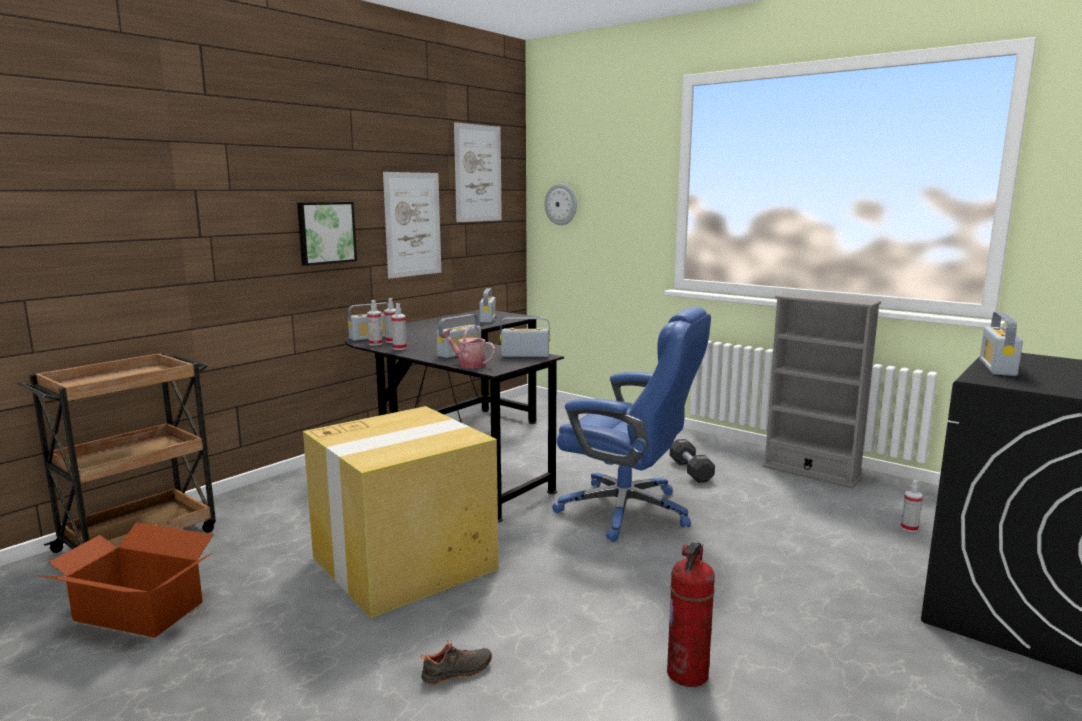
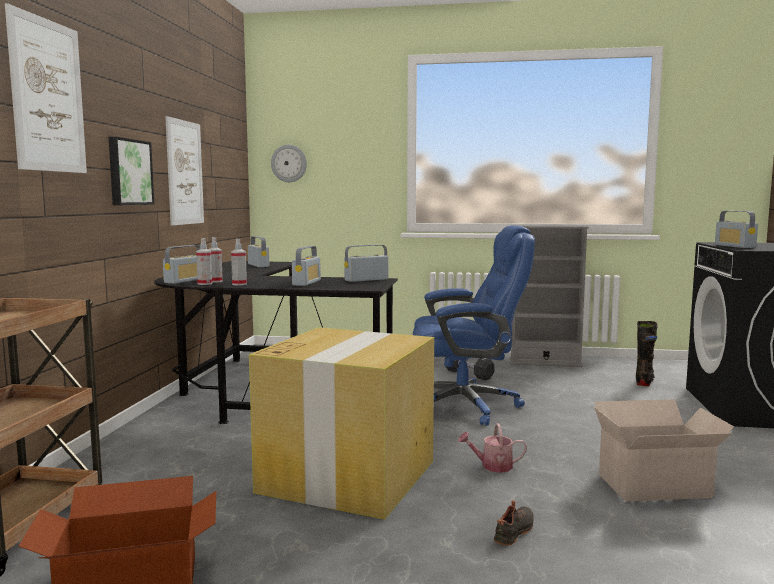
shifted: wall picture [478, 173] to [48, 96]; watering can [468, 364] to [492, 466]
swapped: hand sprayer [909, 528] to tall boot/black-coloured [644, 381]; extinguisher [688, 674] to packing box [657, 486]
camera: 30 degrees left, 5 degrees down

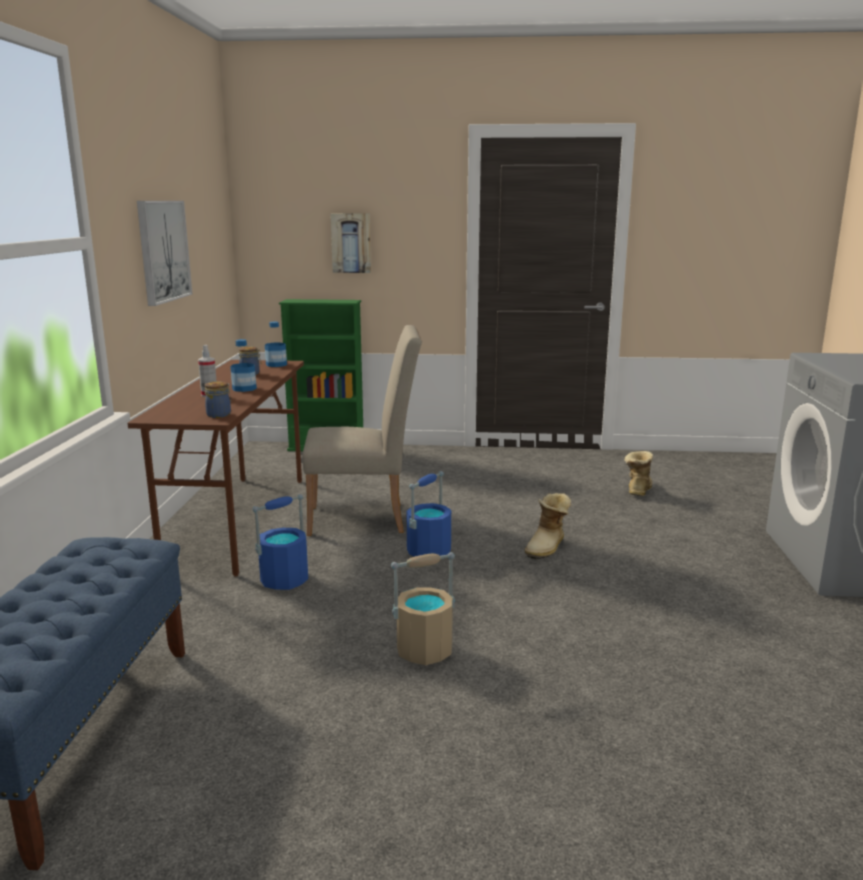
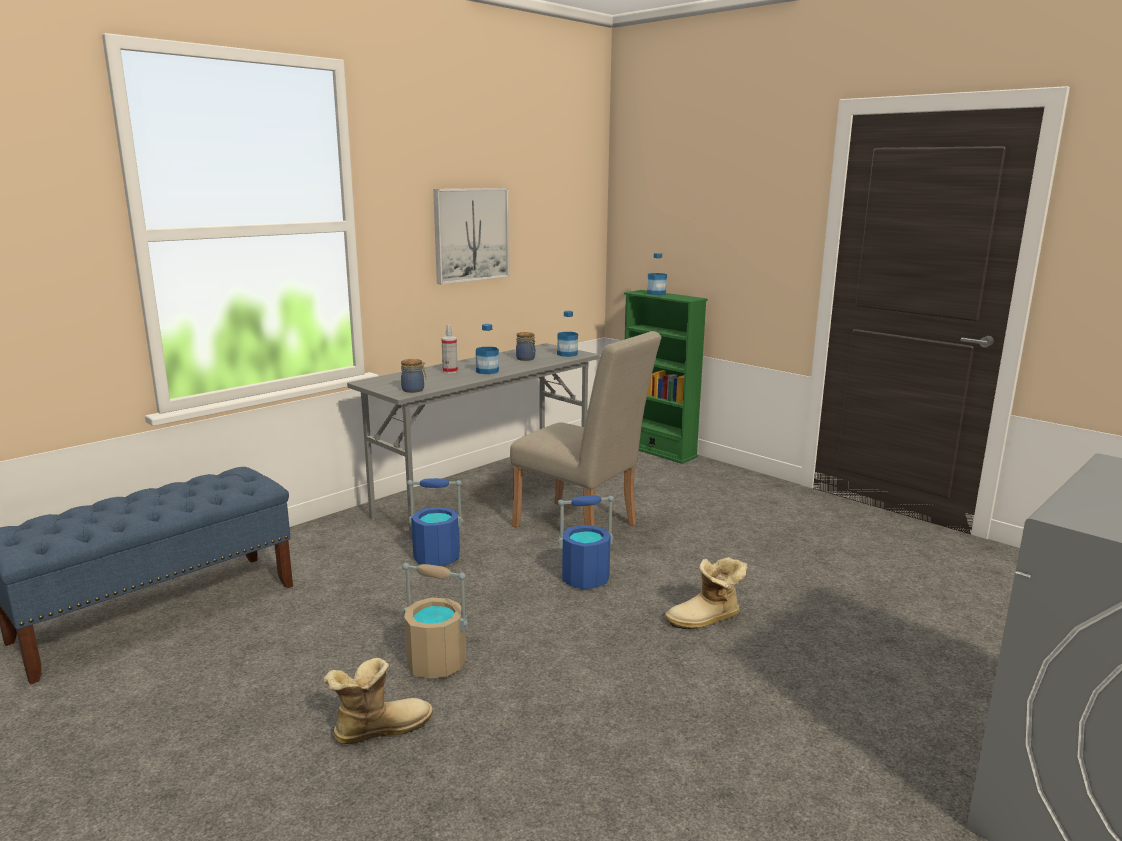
gone: wall picture [351, 243]
new: beverage bottle [656, 293]
shifted: tall boot [637, 490] to [379, 728]
repainted: desk unit/brown-coloured [239, 520] to desk unit/greyish [485, 496]
camera: 40 degrees right, 0 degrees up

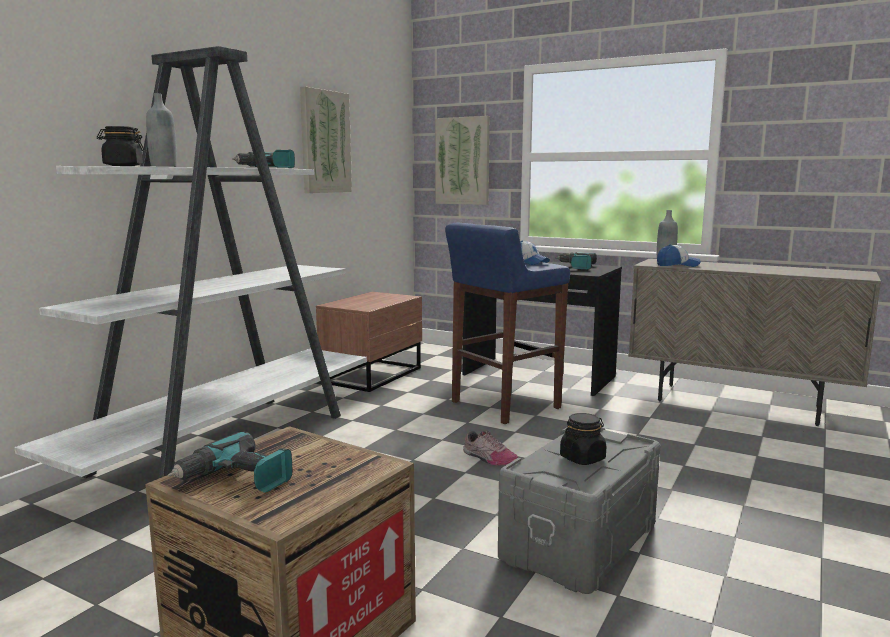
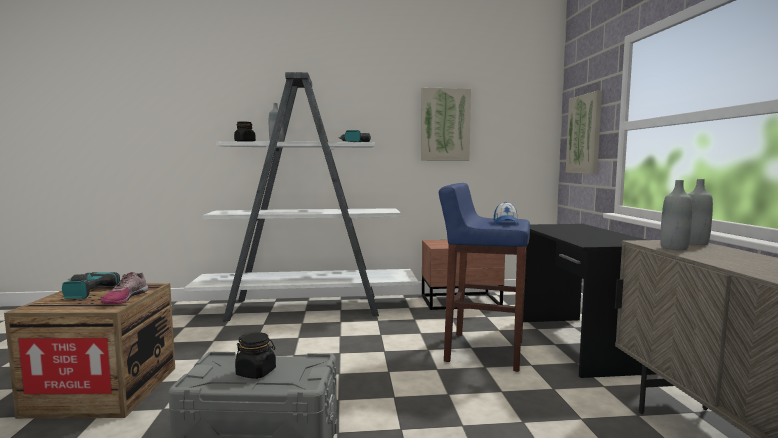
gone: electric drill [576, 266]
shifted: shoe [489, 458] to [124, 298]
swapped: baseball cap [677, 265] to beverage bottle/greyish [674, 248]
camera: 55 degrees right, 5 degrees down

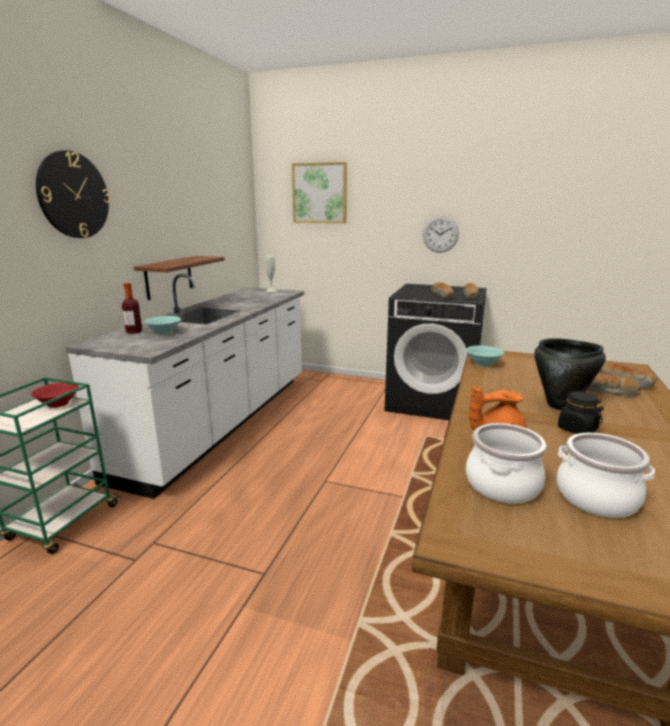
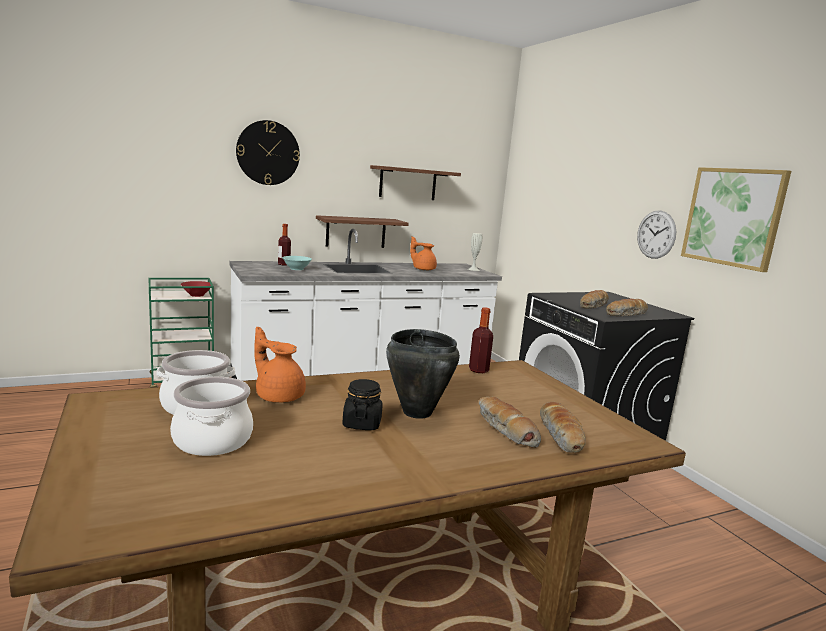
new: wall shelf [408, 183]; tea pot/orangey [423, 269]
shifted: wall picture [319, 193] to [733, 217]
swapped: deep dish/blue-green [483, 364] to beverage bottle [478, 370]
camera: 45 degrees right, 5 degrees down

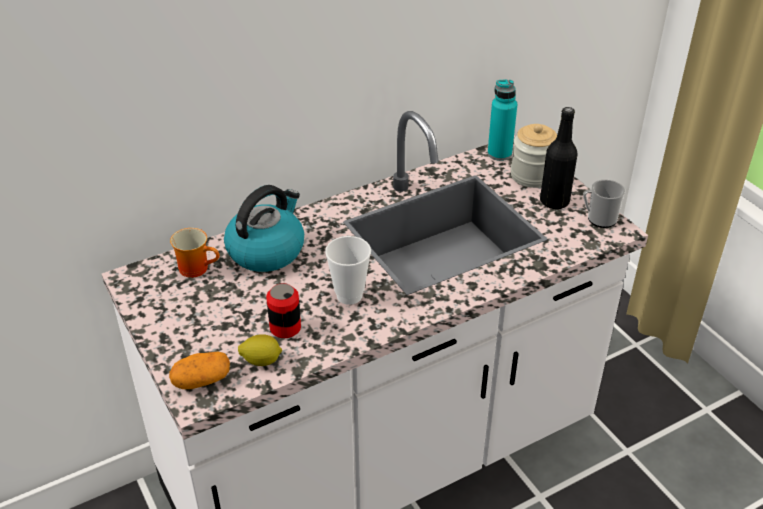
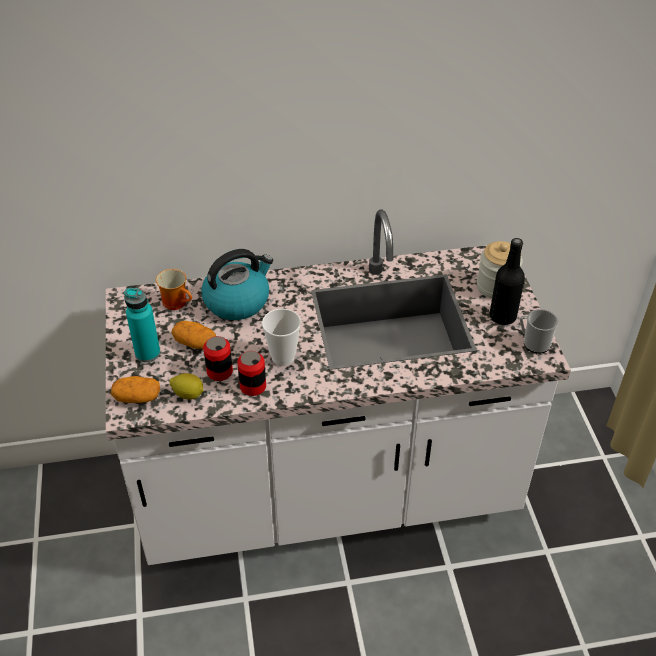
new: spud [194, 343]; sealed can [253, 386]
shifted: beverage bottle/blue-green [499, 154] to [147, 353]
camera: 20 degrees right, 5 degrees up

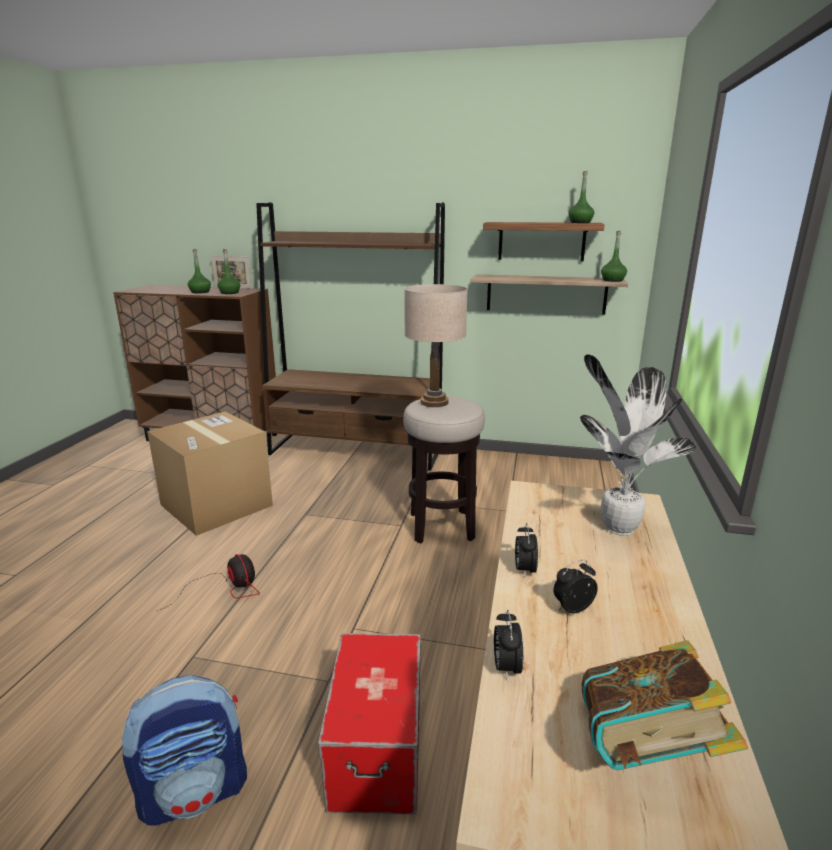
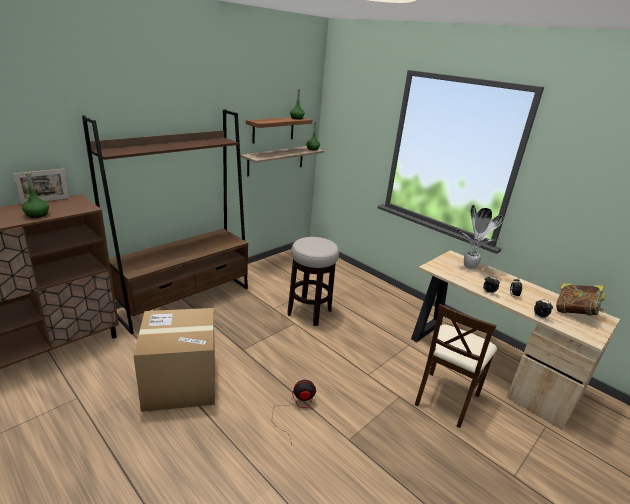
gone: beverage bottle/greenish [230, 293]; table lamp/sand-coloured [434, 402]; backpack [196, 791]
swapped: storage container [376, 748] to plain chair/sand-coloured [446, 398]
camera: 60 degrees left, 5 degrees up

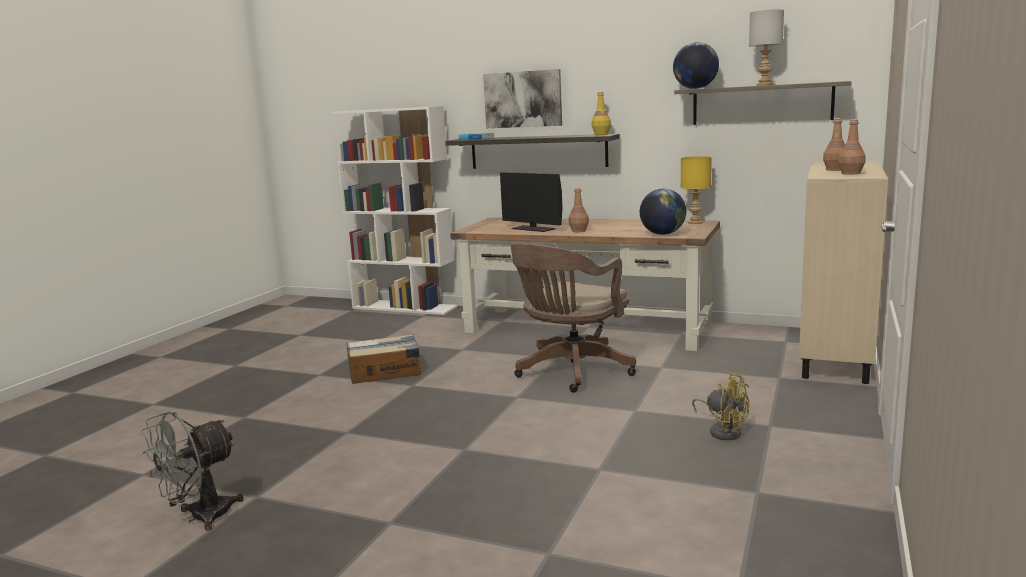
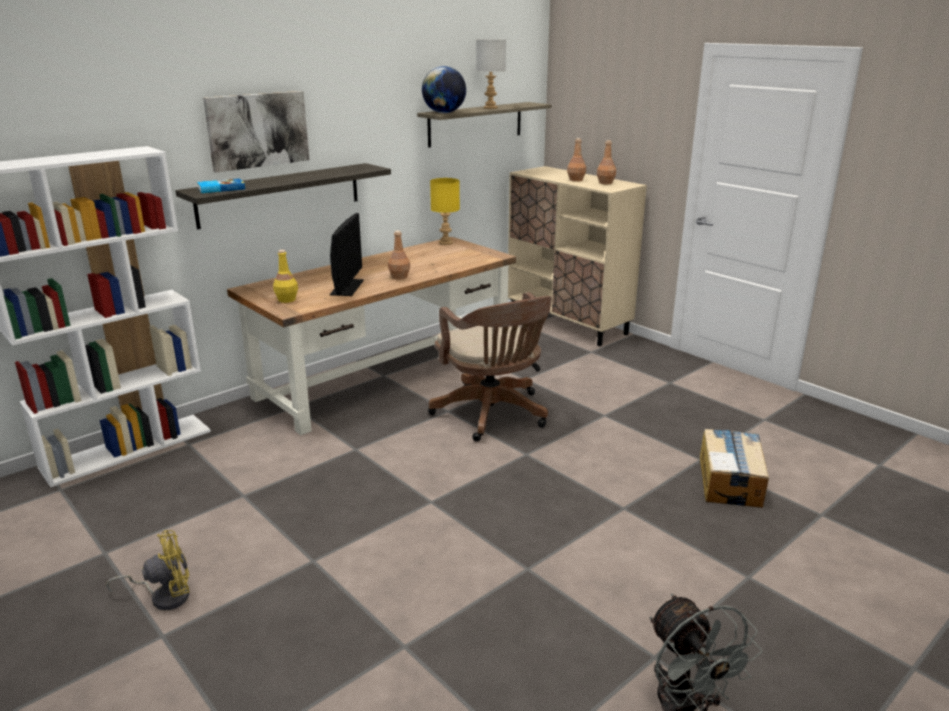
gone: desk globe [662, 234]
shifted: beverage bottle/yellow-coloured [601, 134] to [286, 300]; packing box [385, 372] to [730, 481]; cooling fan/yellow-coloured [723, 431] to [164, 596]
rotated: monitor [533, 228] = [347, 287] 60 degrees counterclockwise
camera: 65 degrees left, 10 degrees up

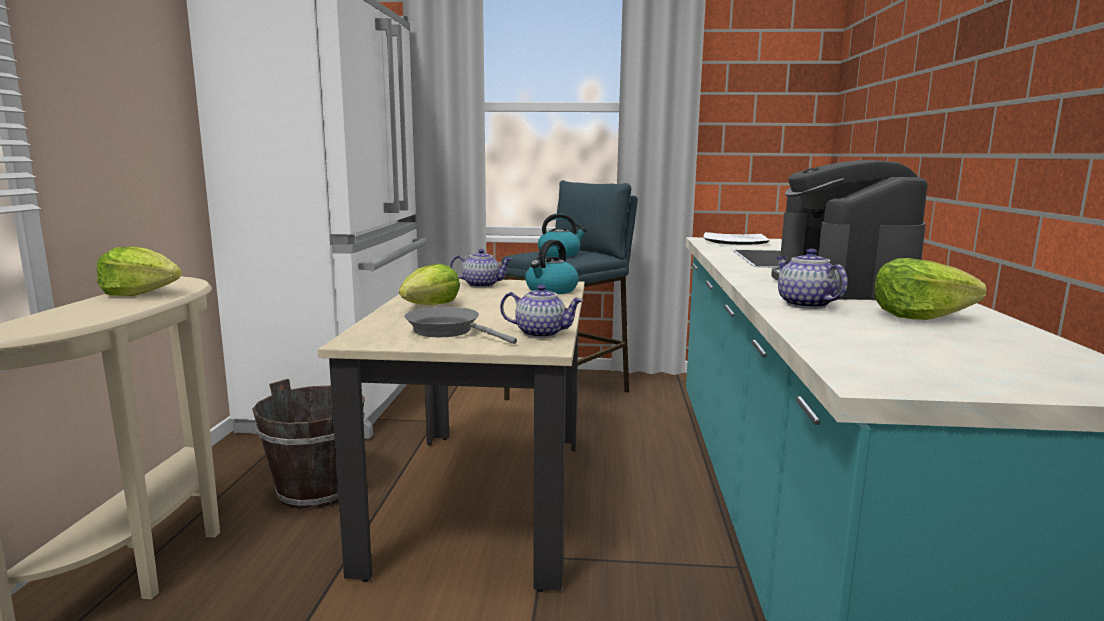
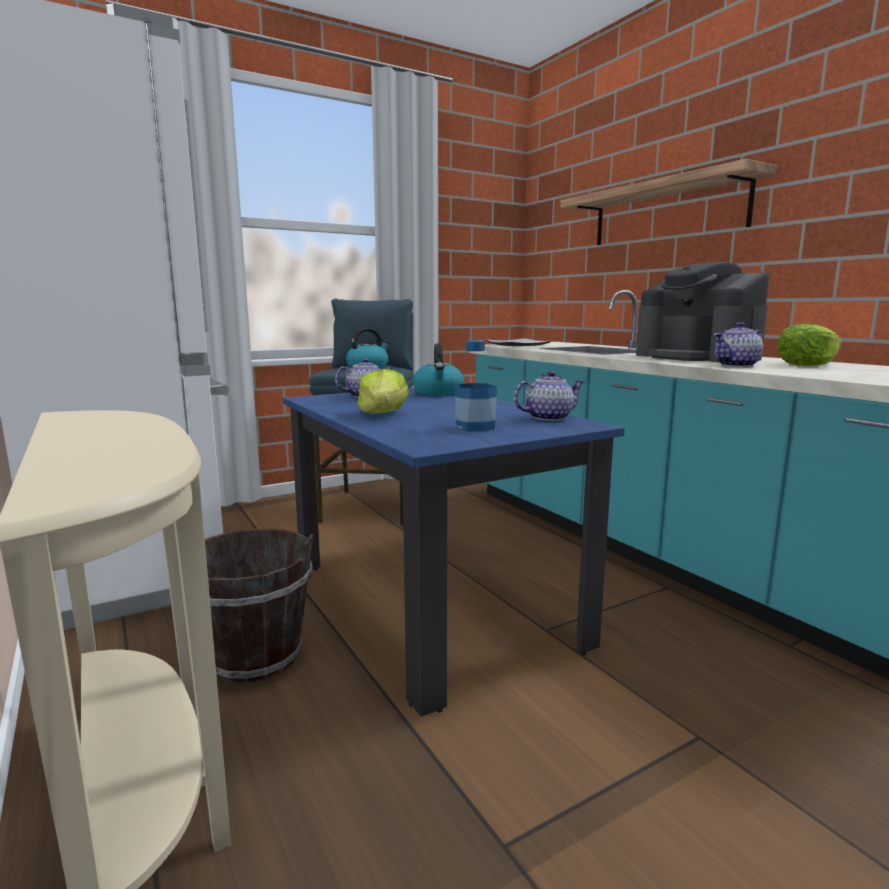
gone: lettuce head [141, 293]
new: wall shelf [666, 212]
swapped: frying pan/greyish [448, 331] to beverage bottle [475, 427]
repainted: dining table/sand-coloured [482, 499] to dining table/blue [430, 605]
rotated: tea pot [804, 305] = [737, 366] 60 degrees counterclockwise
camera: 35 degrees left, 0 degrees up

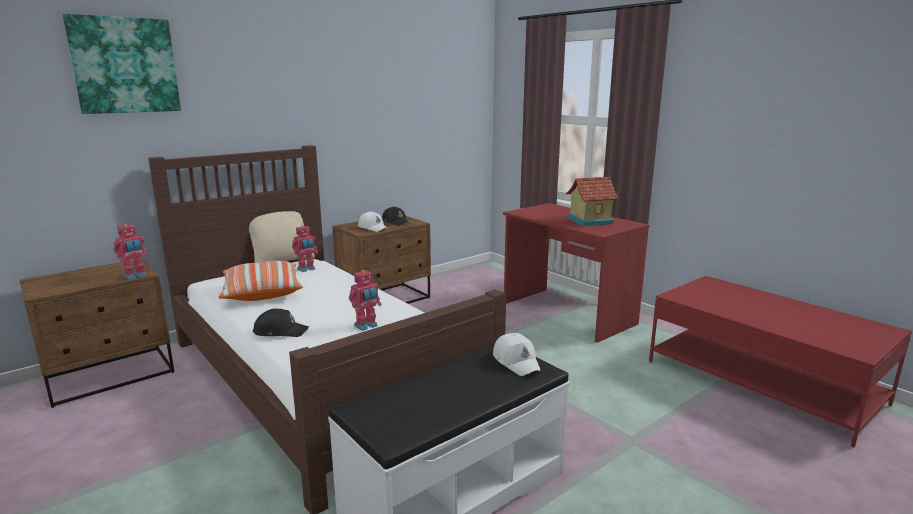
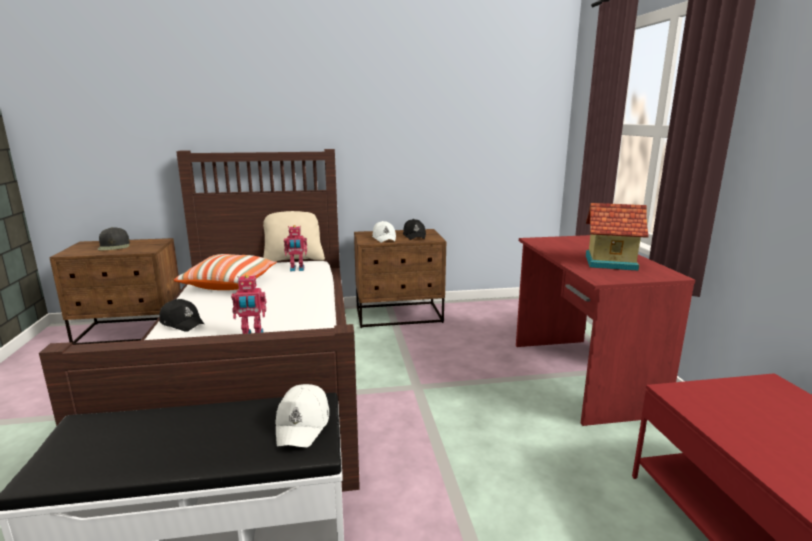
gone: wall picture [125, 65]; robot figure [135, 276]
new: baseball cap/black-coloured [114, 246]
camera: 30 degrees right, 0 degrees up

